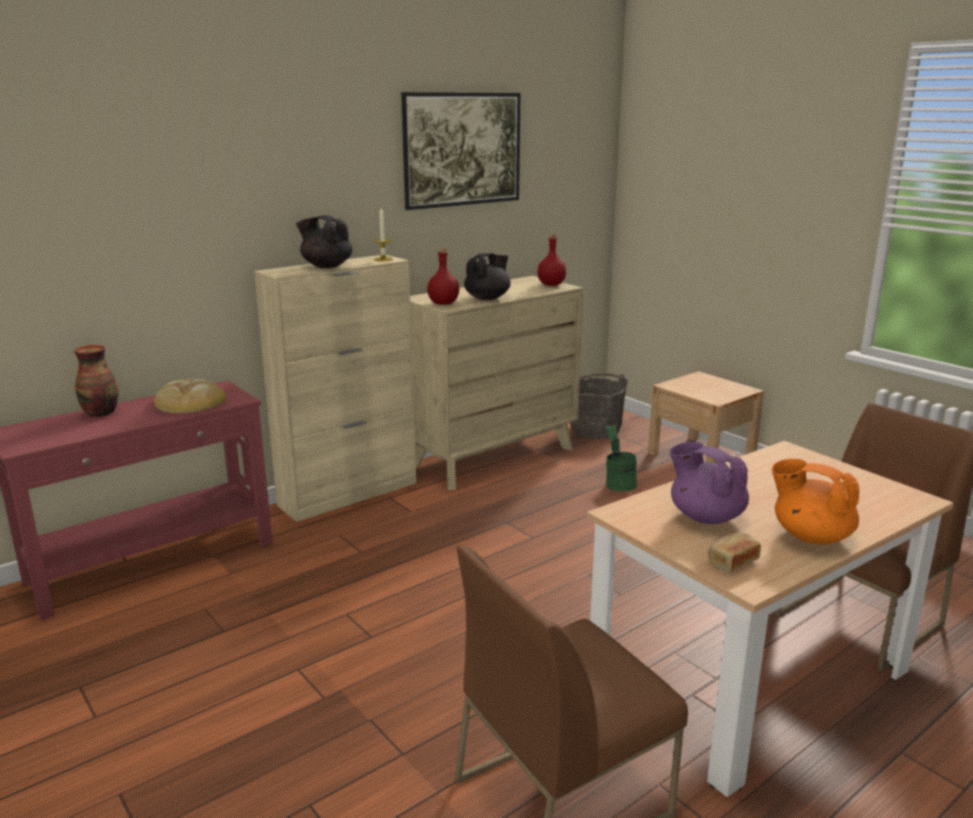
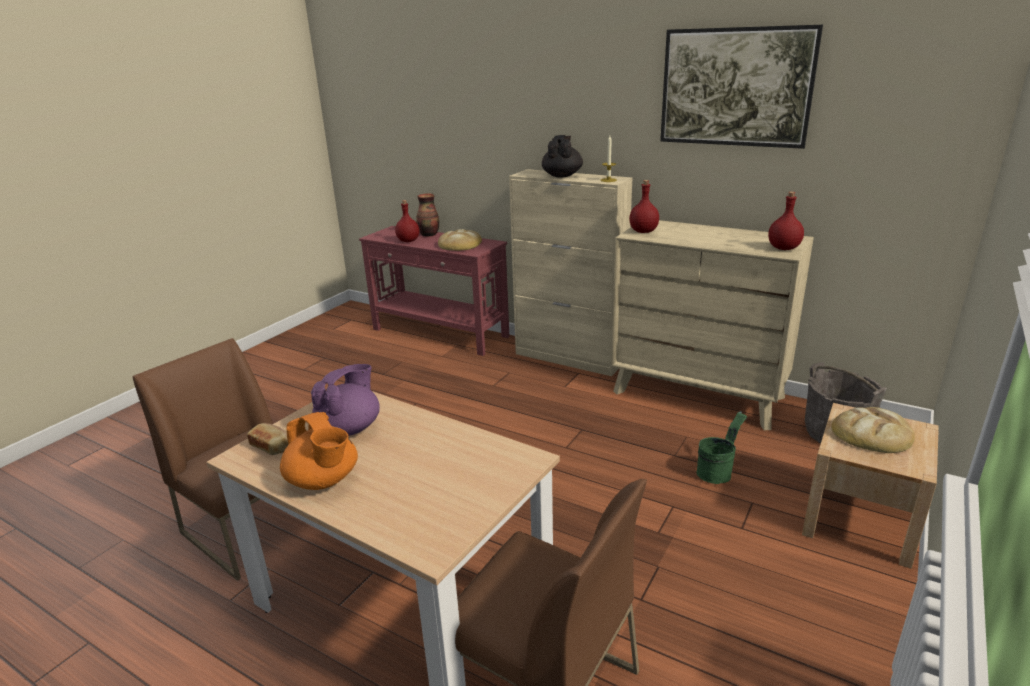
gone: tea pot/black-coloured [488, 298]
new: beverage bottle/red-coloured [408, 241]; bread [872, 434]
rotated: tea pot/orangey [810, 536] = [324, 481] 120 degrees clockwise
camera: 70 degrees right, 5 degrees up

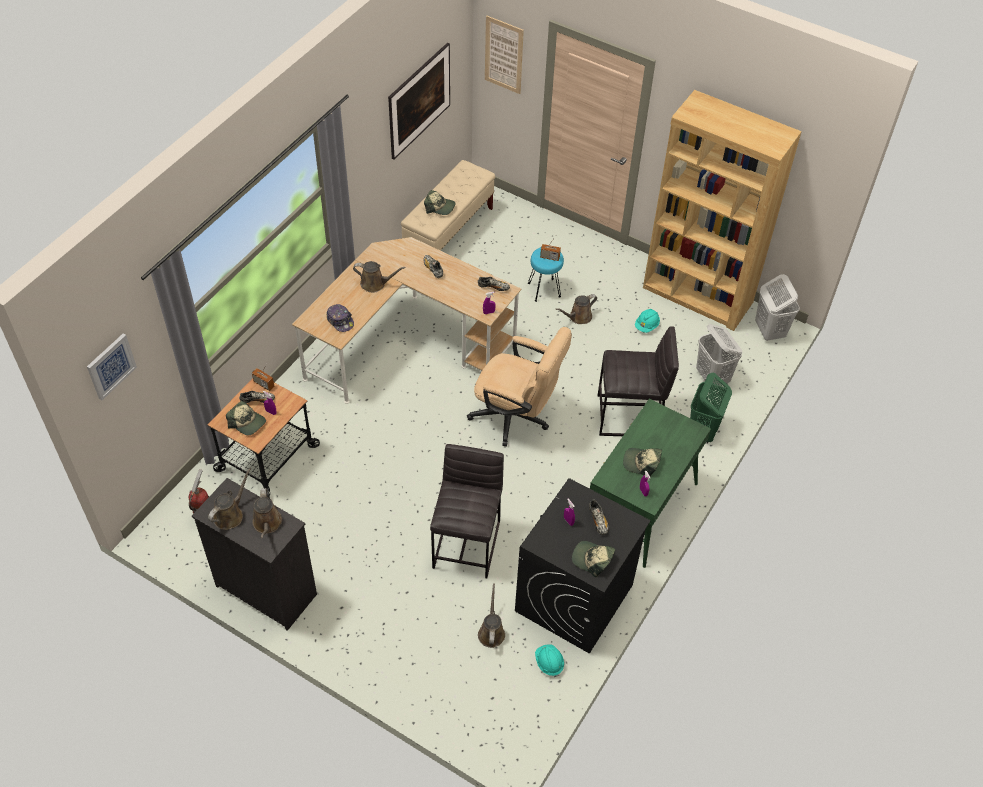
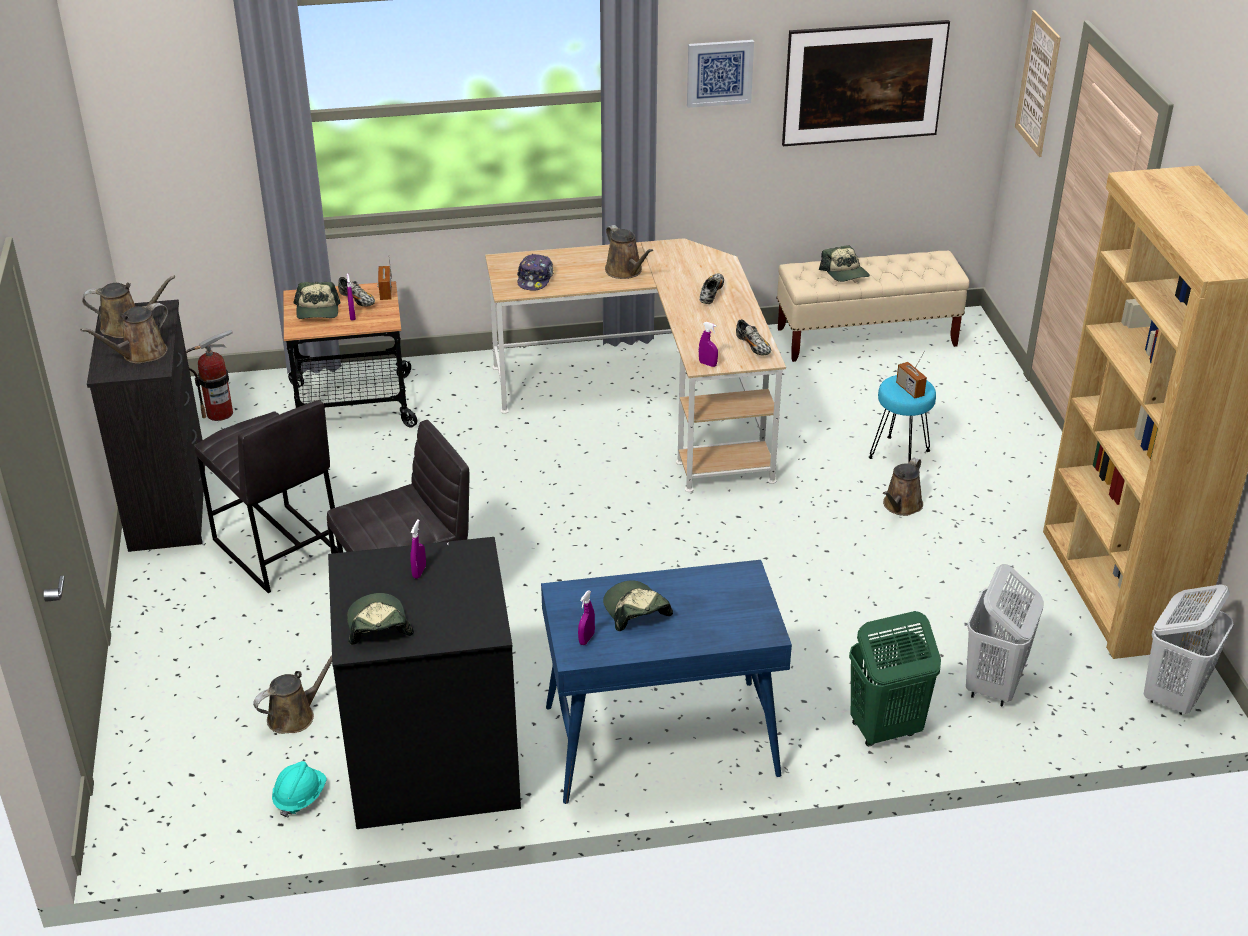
gone: hard hat/blue-green [647, 326]; computer chair/sand-coloured [516, 418]; shoe [598, 521]
shifted: stool seat/greyish [630, 416] to [277, 549]; wall picture [111, 366] to [719, 72]
repainted: desk unit/greenish [639, 509] to desk unit/blue [659, 742]
rotated: watering can/brown-coloured [578, 317] = [901, 506] 75 degrees counterclockwise
camera: 50 degrees right, 15 degrees down

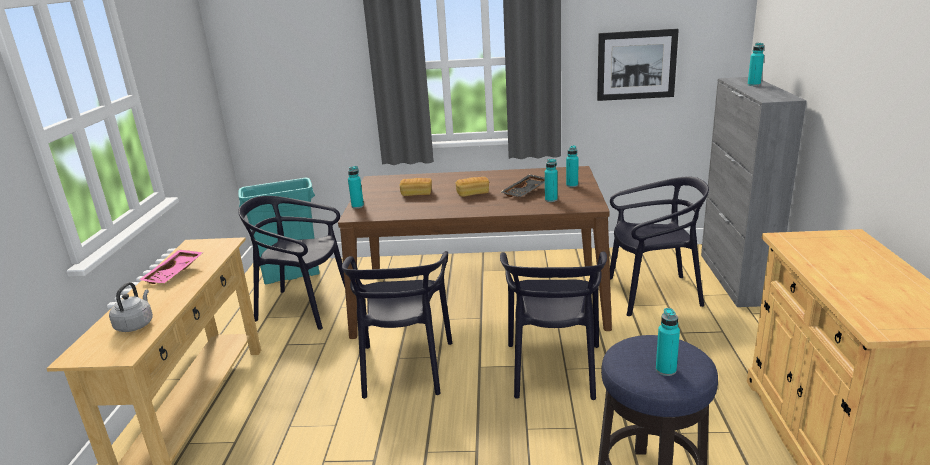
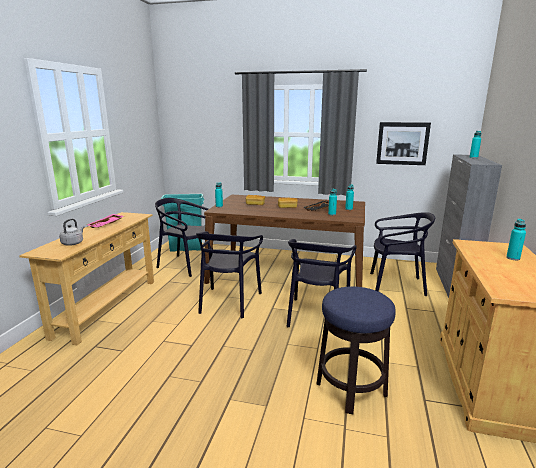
shifted: beverage bottle/blue-green [665, 370] to [513, 258]
camera: 10 degrees right, 5 degrees down

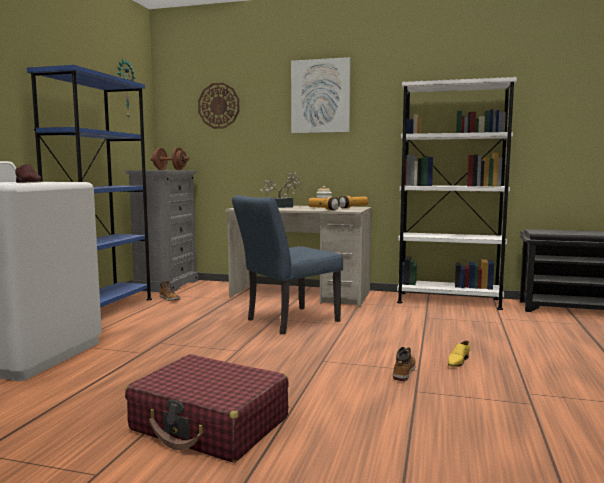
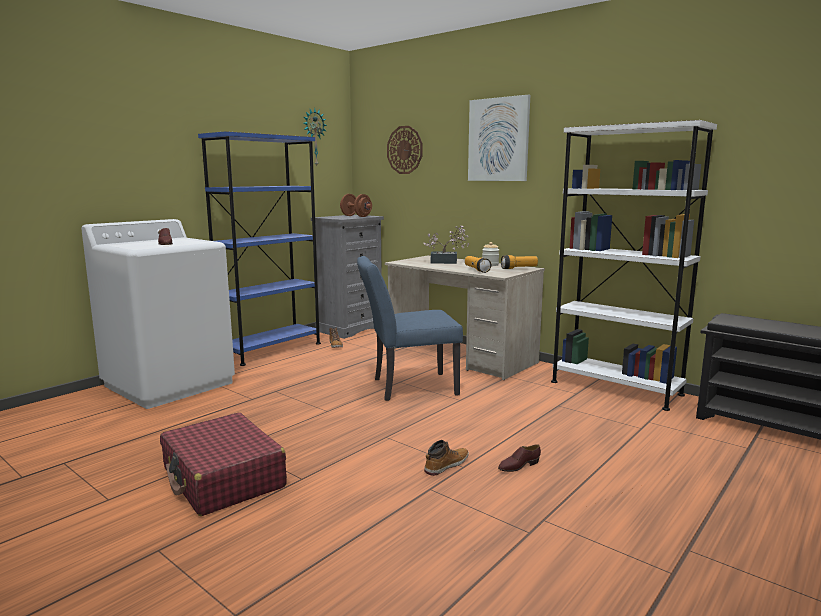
repainted: shoe/yellow-coloured [458, 361] to shoe/brown-coloured [518, 466]
camera: 25 degrees right, 5 degrees up

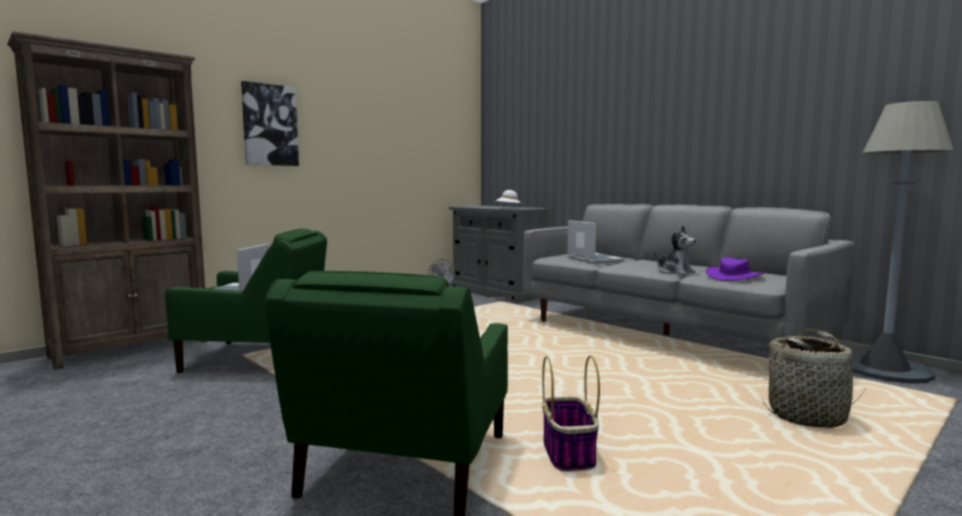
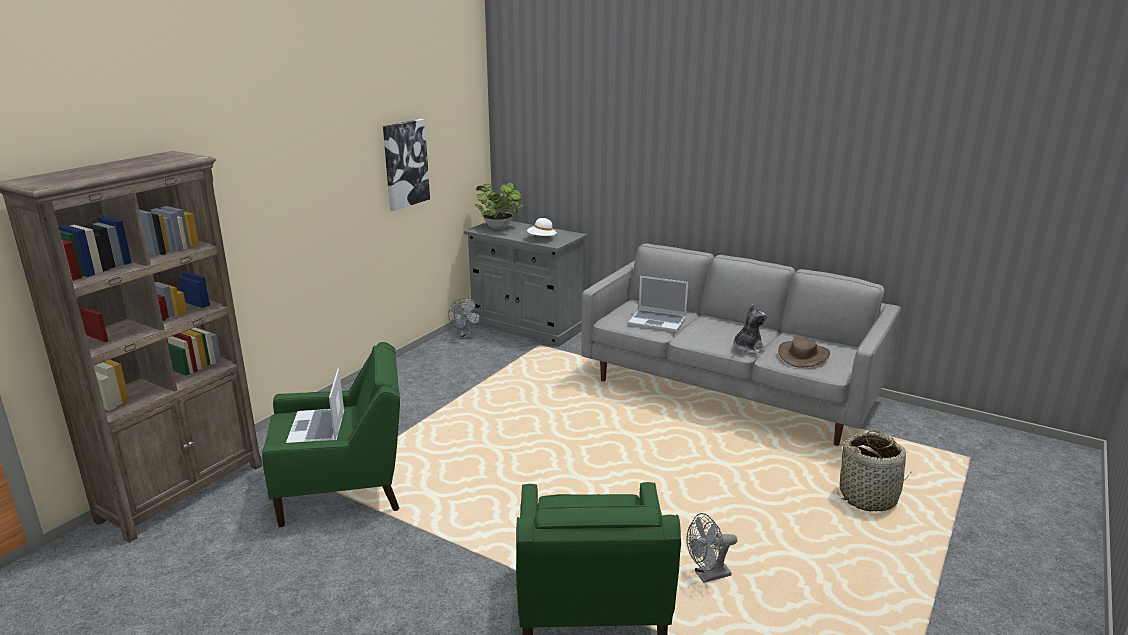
gone: standard lamp/greyish [884, 369]
new: plant in a pot [500, 228]
shifted: wall picture [270, 125] to [405, 164]
swapped: storage basket [569, 454] to cooling fan/greyish [707, 576]
repainted: hat/purple [735, 277] to hat/brown-coloured [803, 355]
rotated: laptop [593, 259] = [658, 321] 150 degrees clockwise; cuddly toy [674, 272] = [747, 348] 75 degrees counterclockwise
camera: 15 degrees left, 15 degrees up

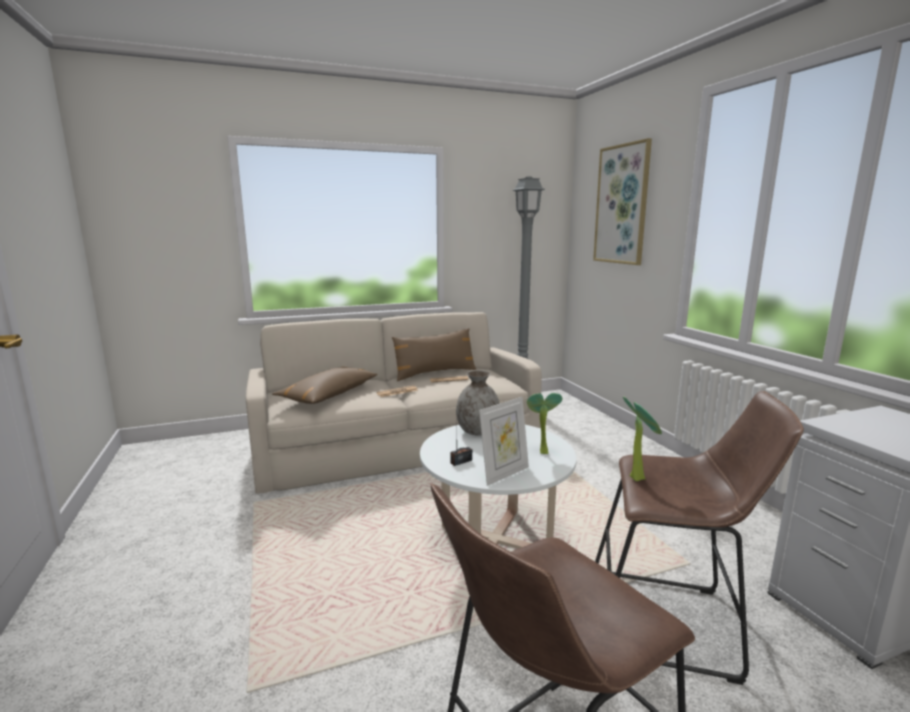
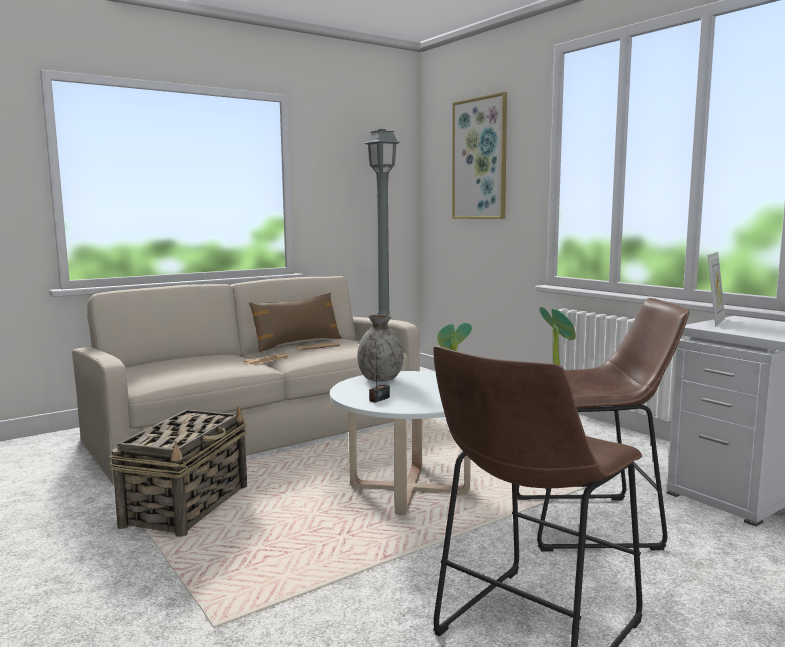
gone: cushion/brown-coloured [329, 394]
new: storage basket [188, 505]
shifted: photo frame [504, 473] to [714, 322]
camera: 15 degrees left, 5 degrees down

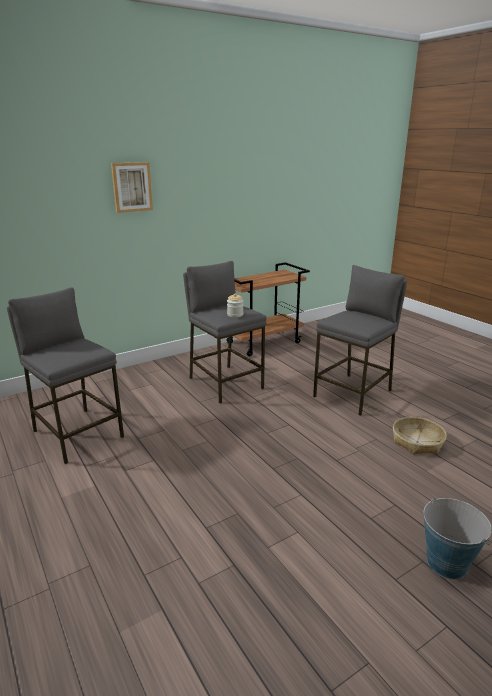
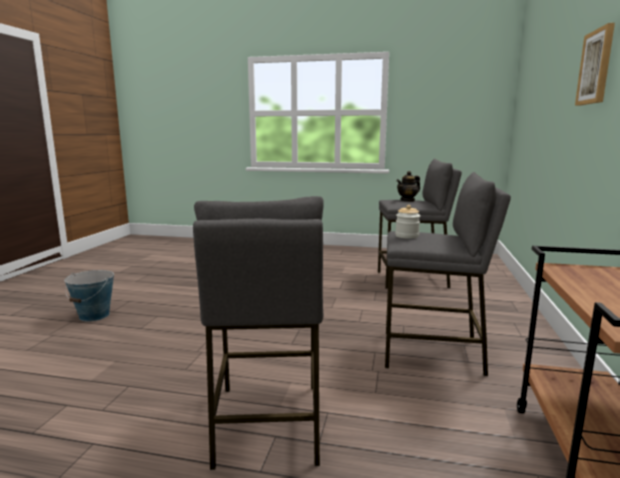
gone: storage basket [417, 442]
new: tea pot [407, 200]
camera: 135 degrees right, 10 degrees down

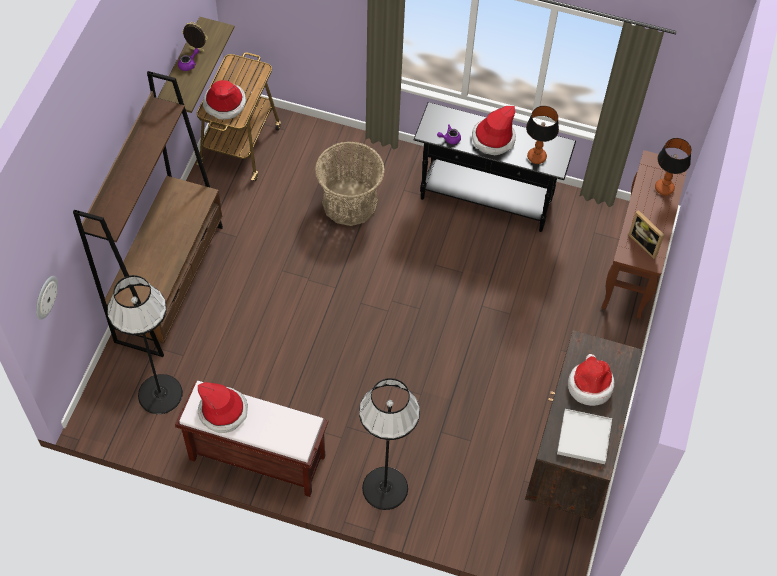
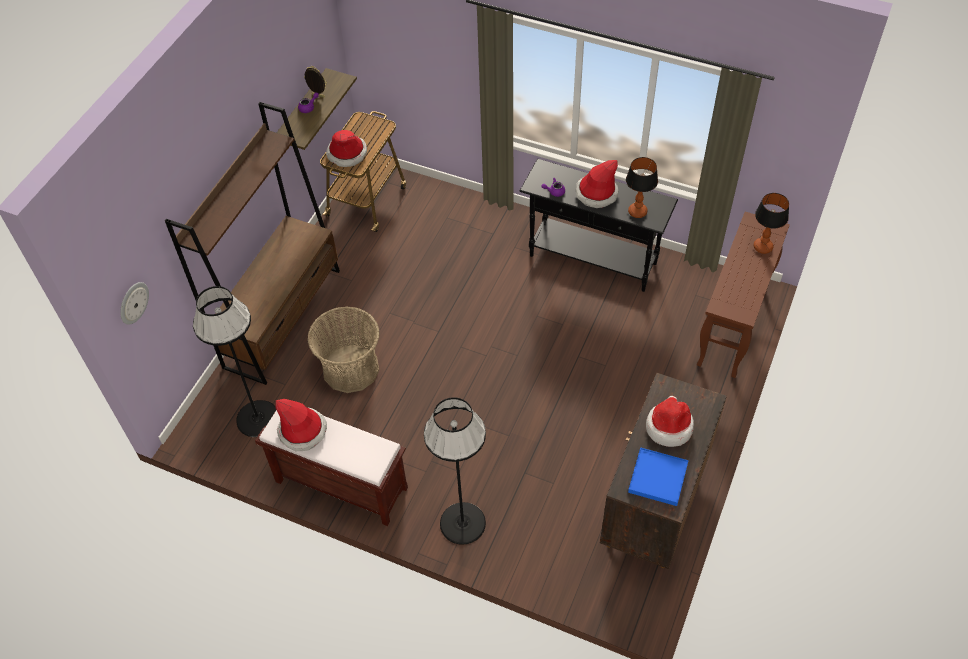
gone: photo frame [645, 243]
shifted: storage basket [349, 202] to [350, 369]
repainted: carrying tray/whitish [584, 437] to carrying tray/blue [658, 478]
camera: 10 degrees right, 5 degrees down

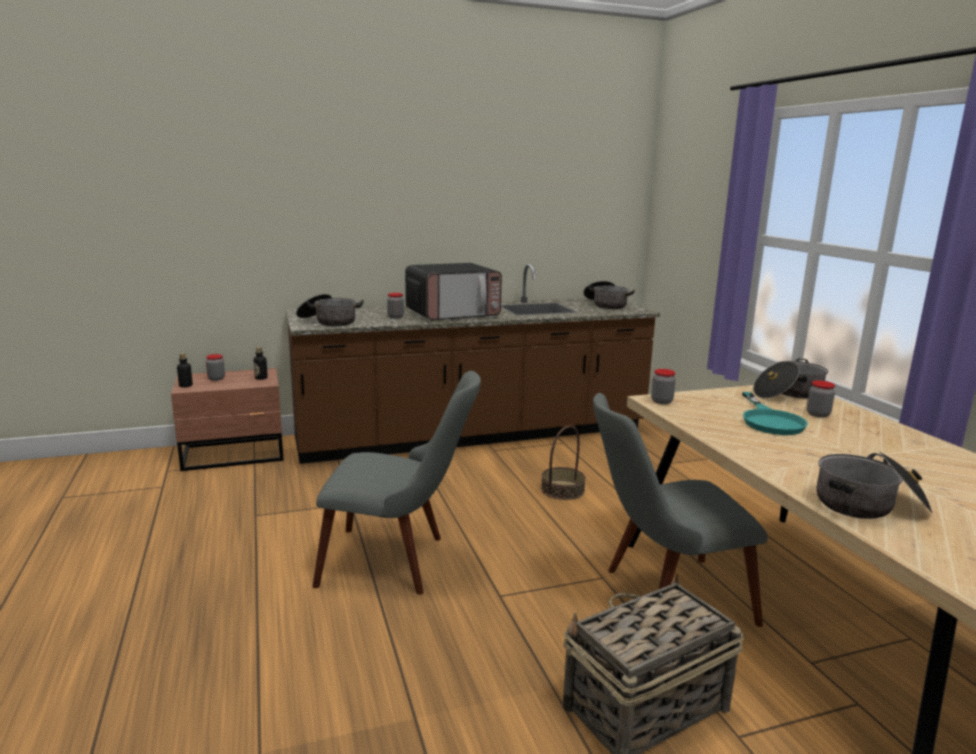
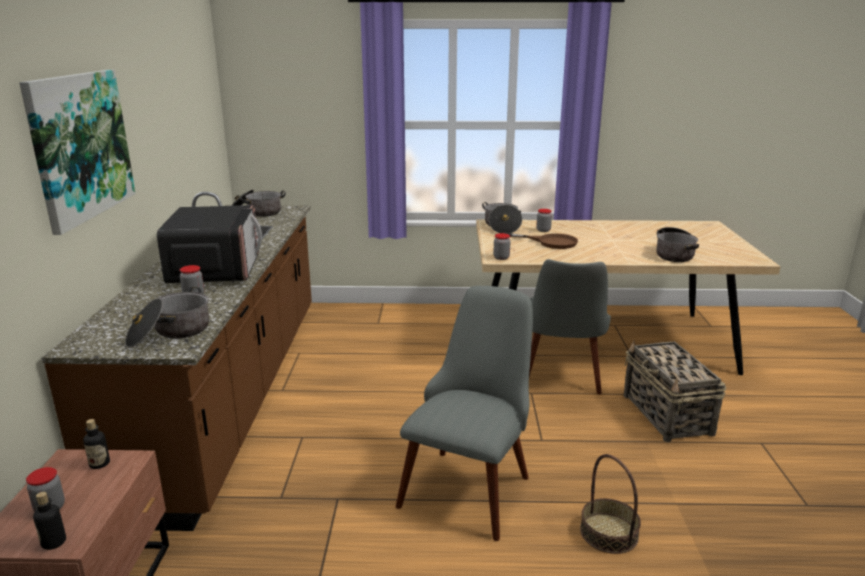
new: wall picture [80, 146]
shifted: storage basket [562, 490] to [609, 533]
repainted: frying pan/blue-green [769, 420] to frying pan/brown-coloured [550, 242]
camera: 70 degrees left, 5 degrees up

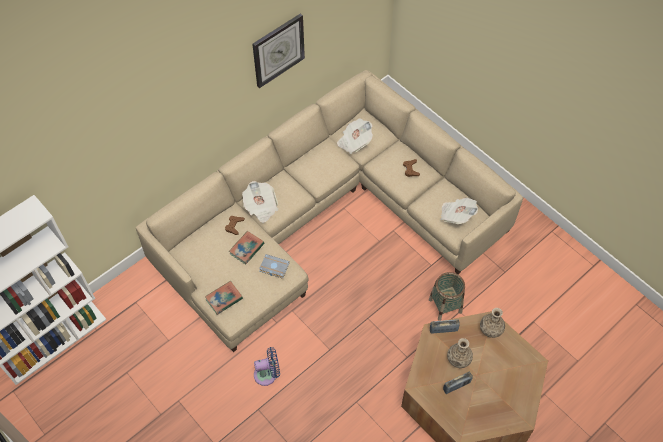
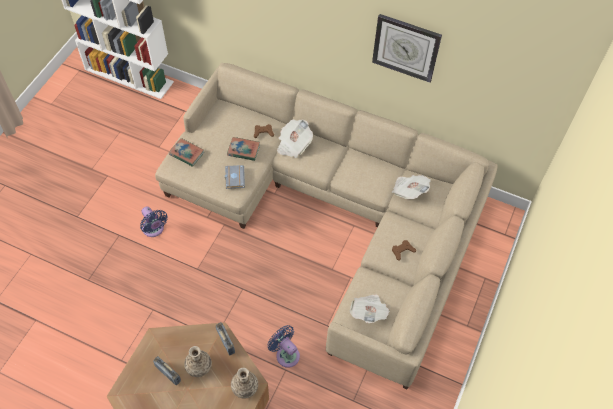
swapped: storage basket [445, 306] to cooling fan/blue [286, 354]
camera: 65 degrees right, 0 degrees up

